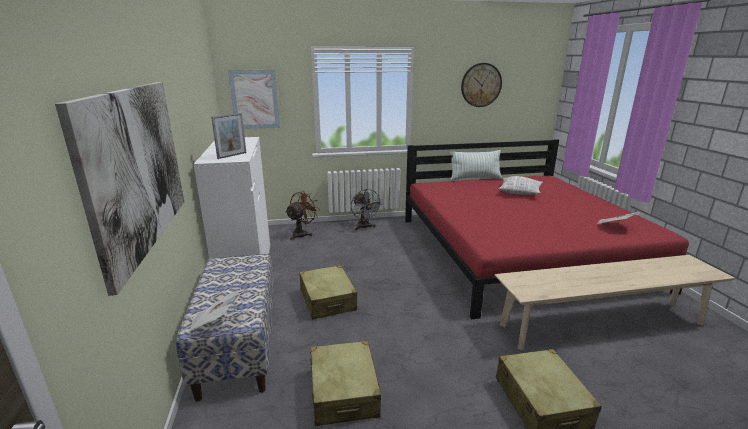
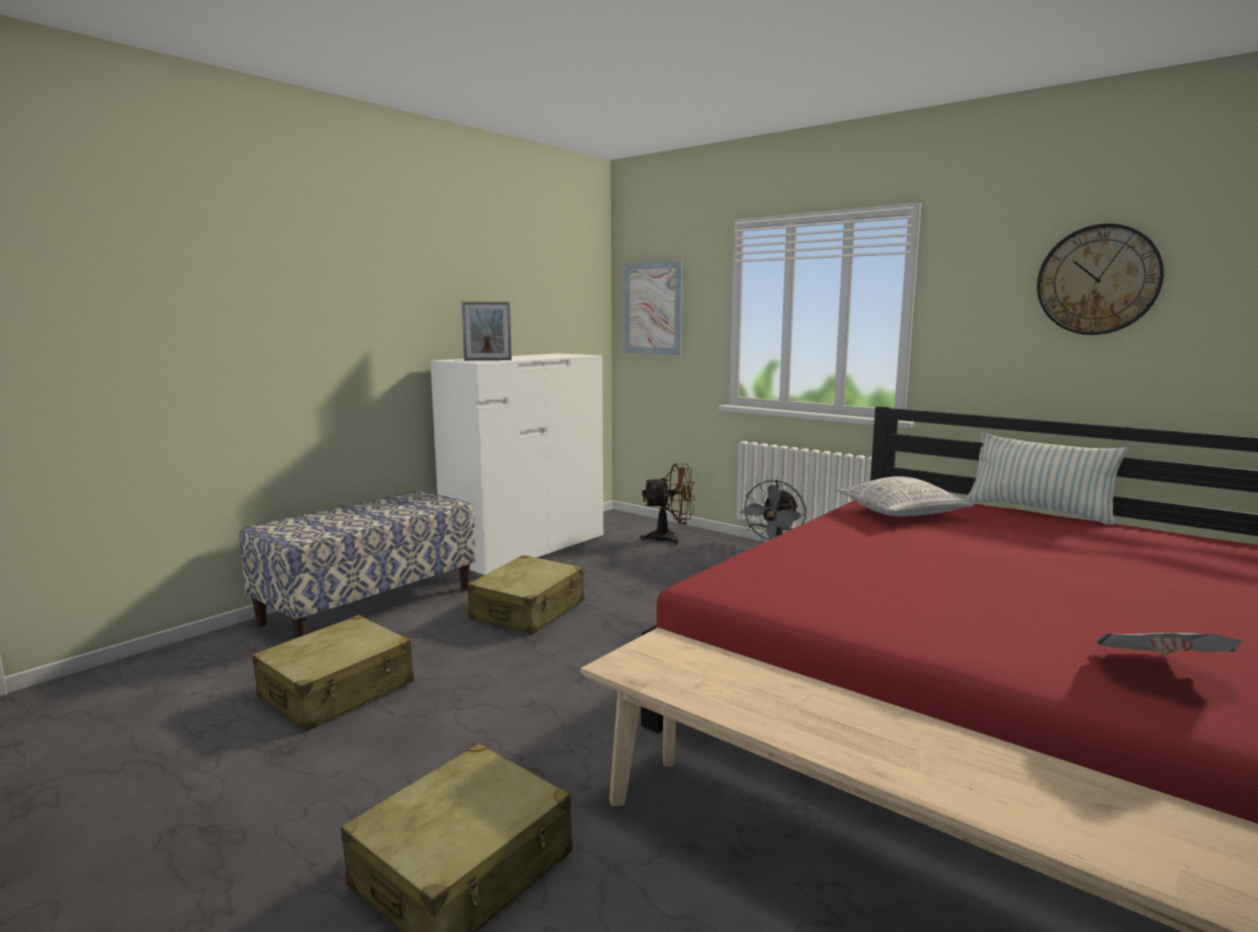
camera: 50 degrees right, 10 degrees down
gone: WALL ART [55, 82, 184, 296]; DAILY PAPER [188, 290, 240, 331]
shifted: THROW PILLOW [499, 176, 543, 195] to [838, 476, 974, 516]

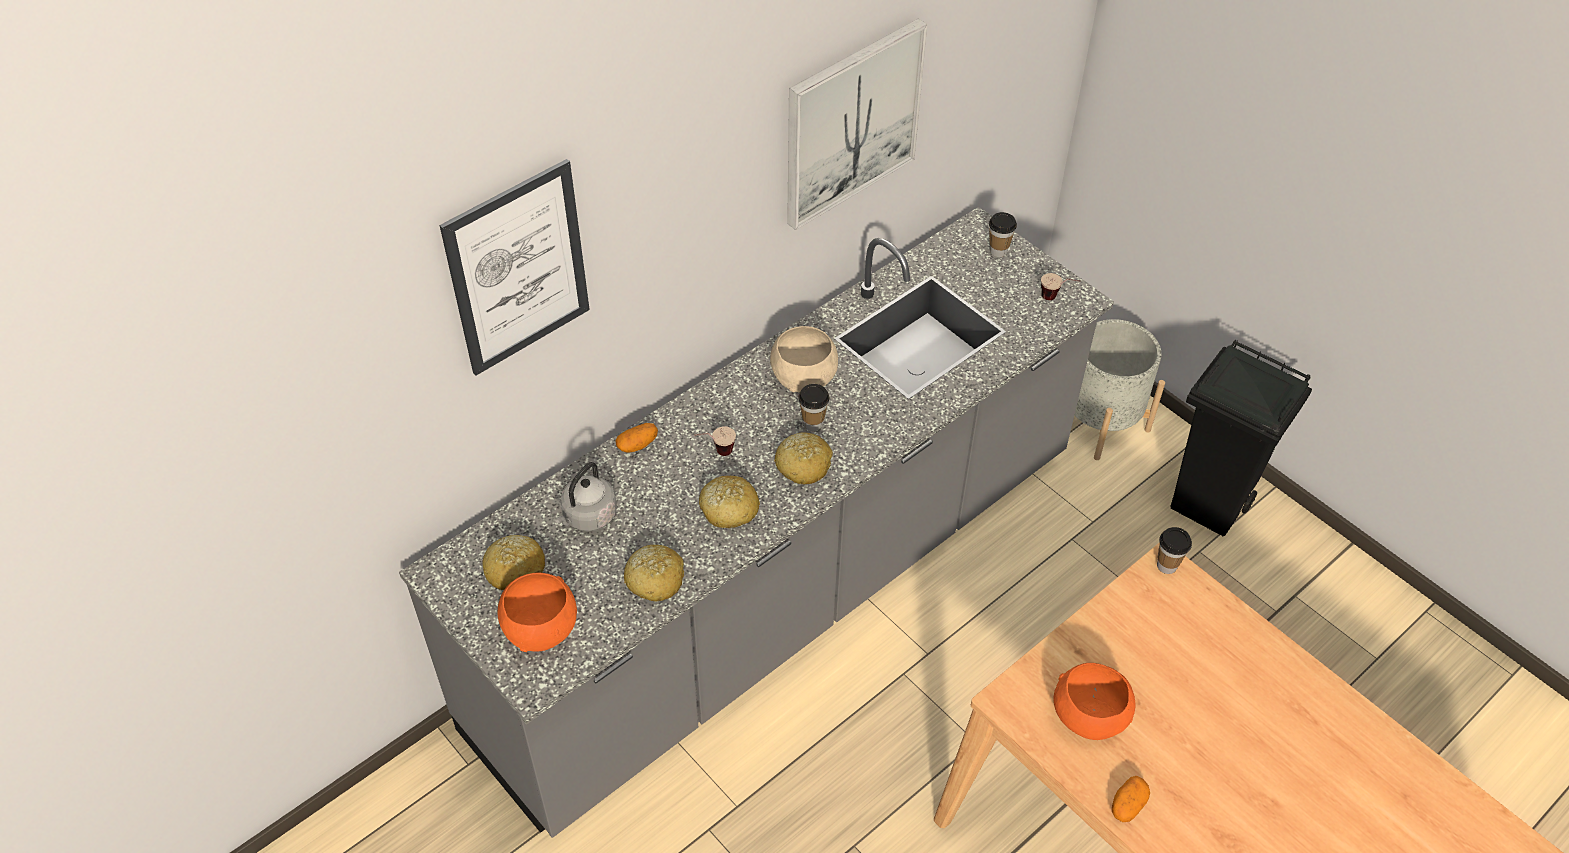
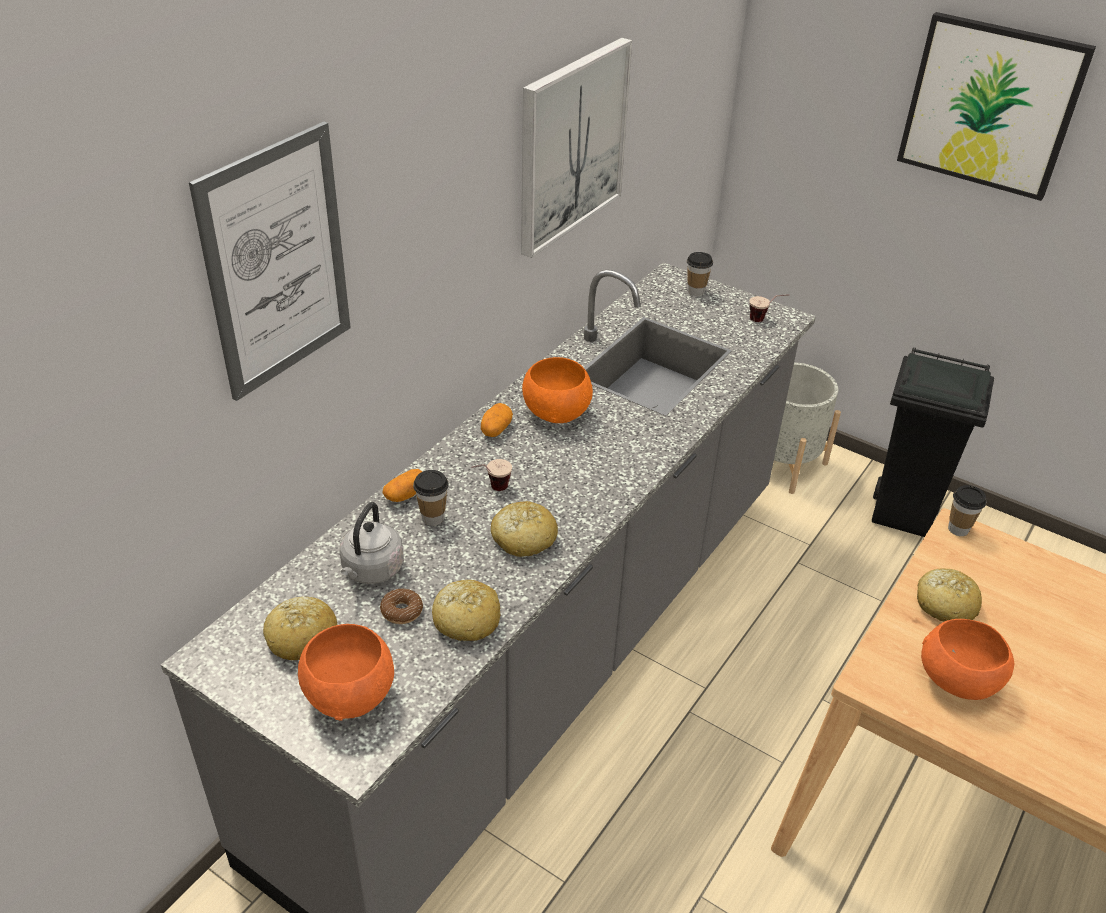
camera: 15 degrees left, 10 degrees down
new: RING DOUGHNUT [380, 589, 423, 624]; WALL ART [897, 12, 1096, 201]
shifted: BAKERY BREAD [774, 432, 833, 484] to [917, 568, 982, 621]; CUP [798, 384, 829, 431] to [413, 470, 449, 526]; POTATO [1112, 776, 1150, 822] to [481, 403, 513, 437]
repainted: SAND-COLOURED BOWL [770, 326, 838, 393] to ORANGEY BOWL [522, 357, 593, 423]

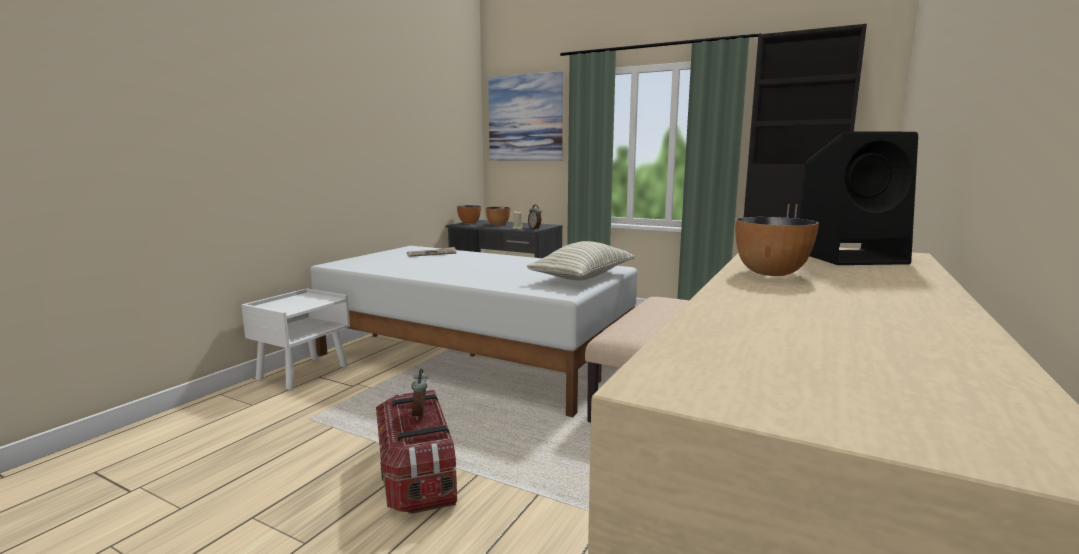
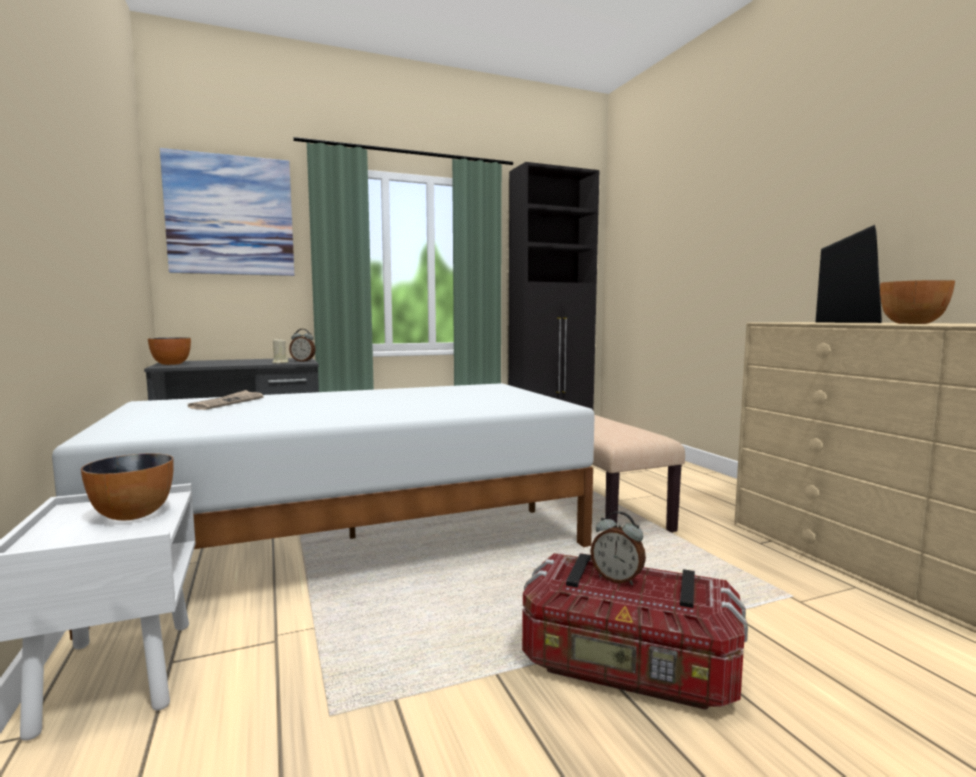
camera: 50 degrees left, 5 degrees down
gone: THROW PILLOW [527, 241, 635, 281]
shifted: BOWL [486, 207, 510, 226] to [81, 453, 174, 520]

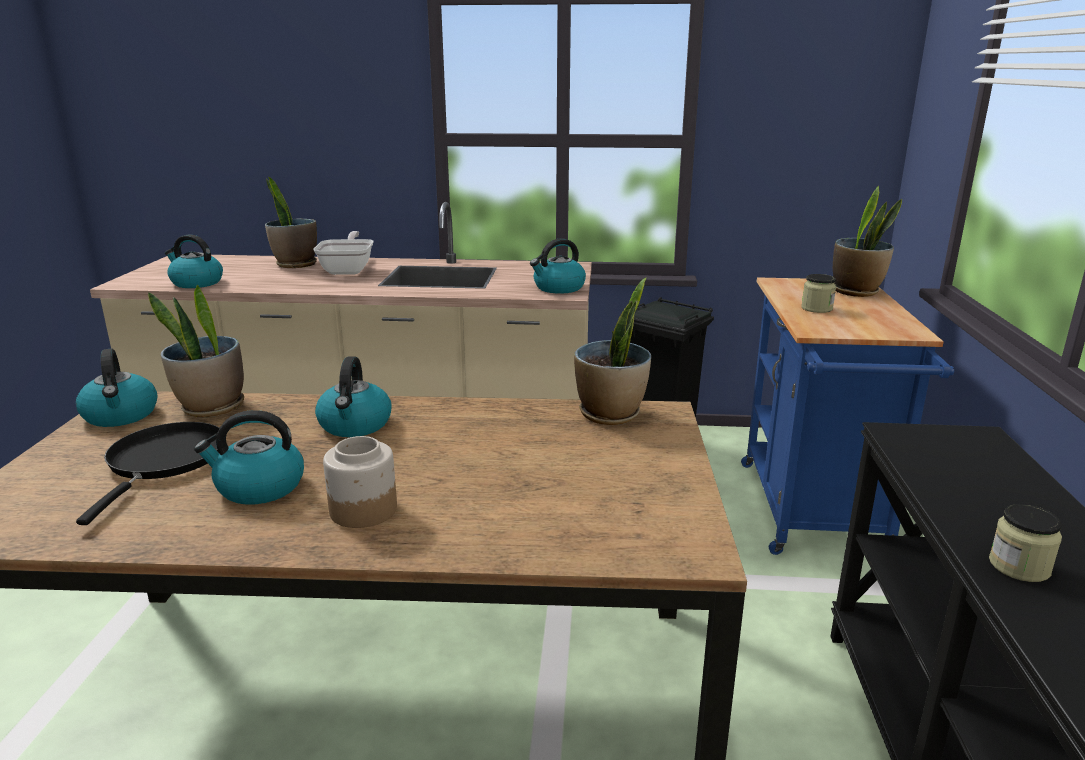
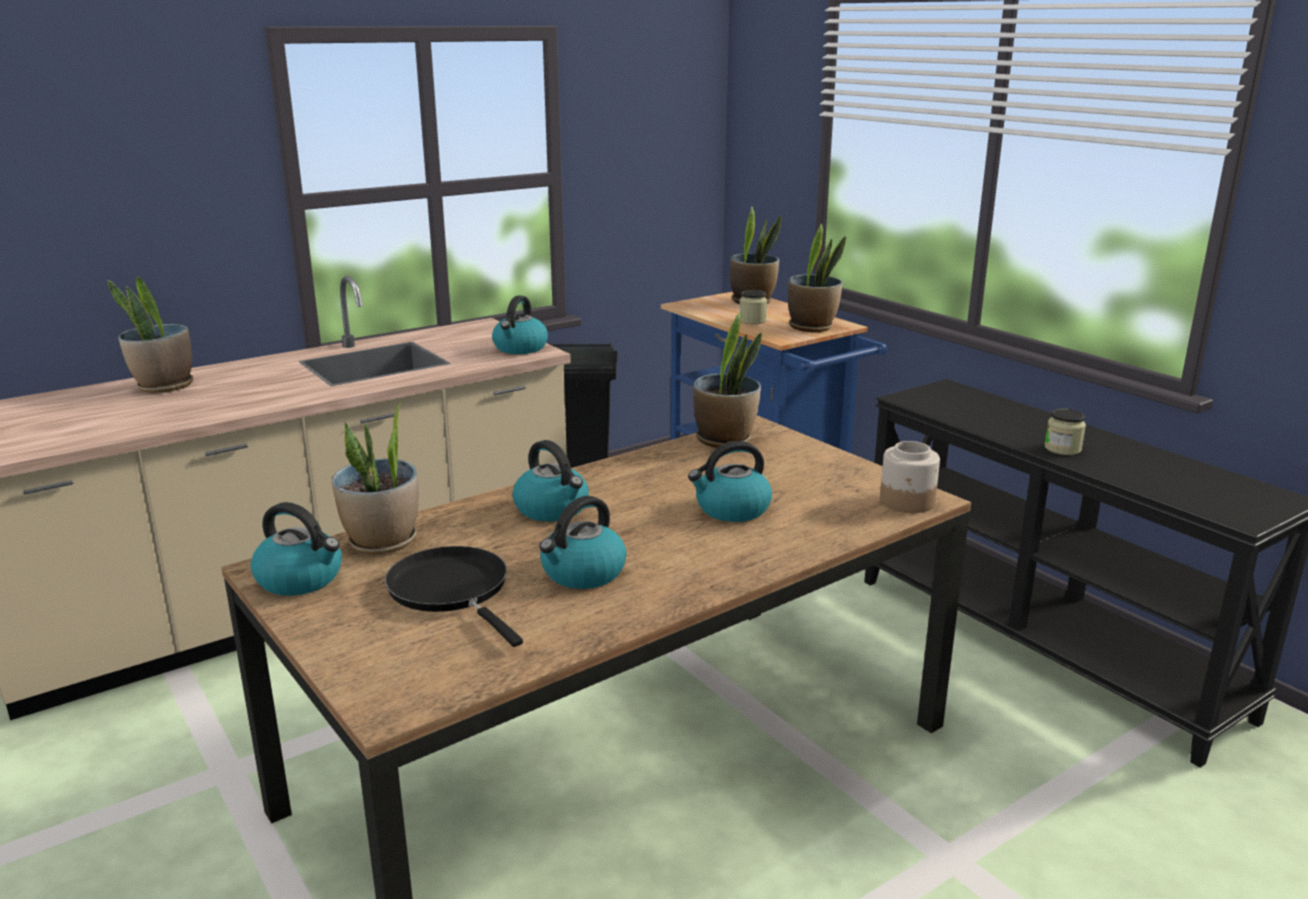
camera: 40 degrees left, 0 degrees up
gone: FRYING PAN [313, 231, 374, 275]
new: POTTED PLANT [788, 223, 846, 332]
shifted: WATER KETTLE [165, 235, 223, 288] to [688, 441, 772, 522]; JAR [323, 436, 397, 528] to [880, 441, 940, 513]

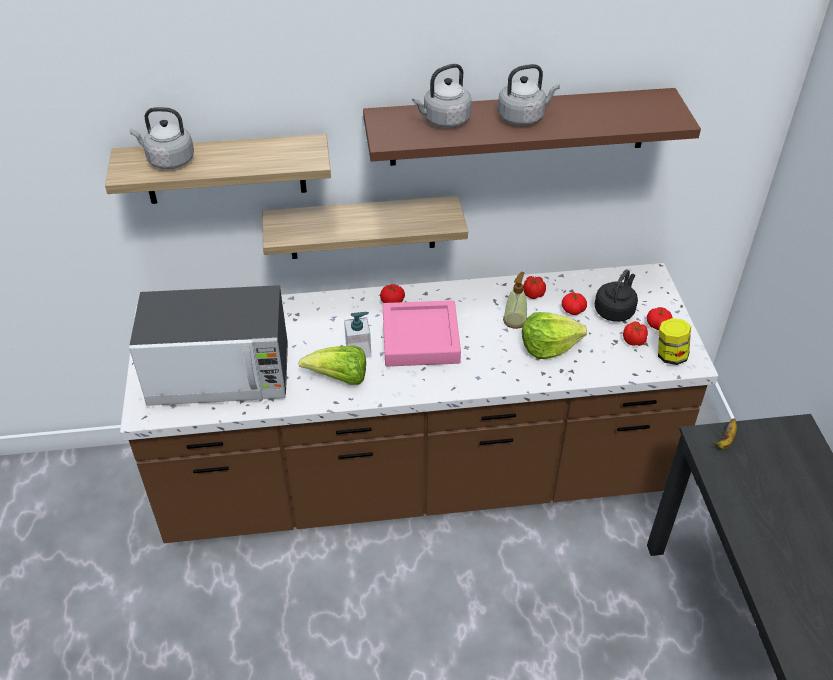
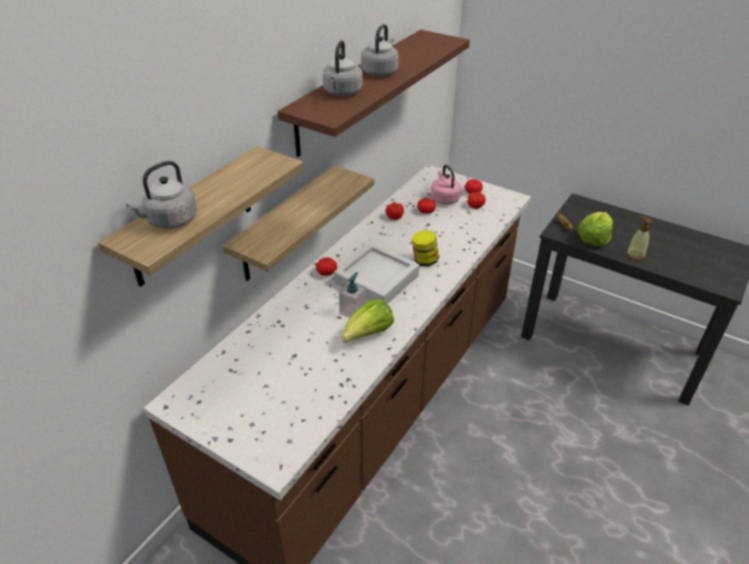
camera: 50 degrees left, 5 degrees down
gone: MICROWAVE [129, 285, 288, 406]
shifted: SOAP BOTTLE [503, 272, 527, 329] to [626, 216, 652, 260]; LETTUCE HEAD [522, 312, 587, 359] to [577, 212, 613, 247]; JAR [658, 318, 691, 365] to [412, 230, 439, 266]
repainted: PINKISH CARRYING TRAY [383, 300, 461, 367] to GREYISH CARRYING TRAY [334, 243, 419, 304]; BLACKISH WATER KETTLE [595, 269, 638, 322] to PINKISH WATER KETTLE [431, 164, 461, 205]

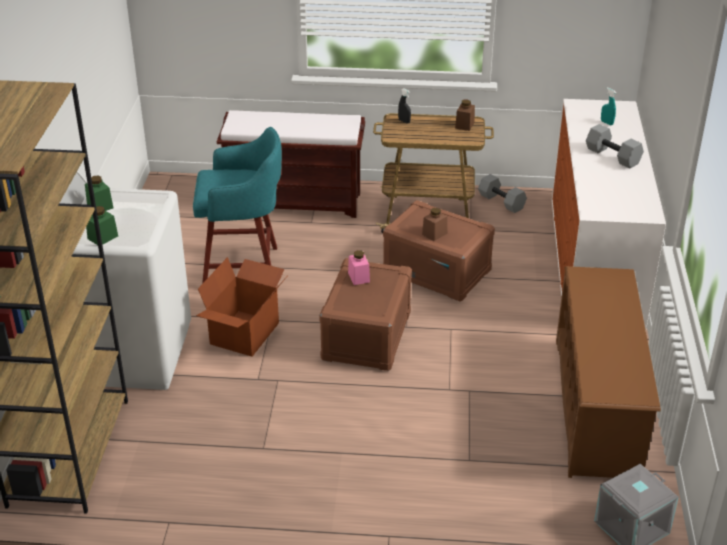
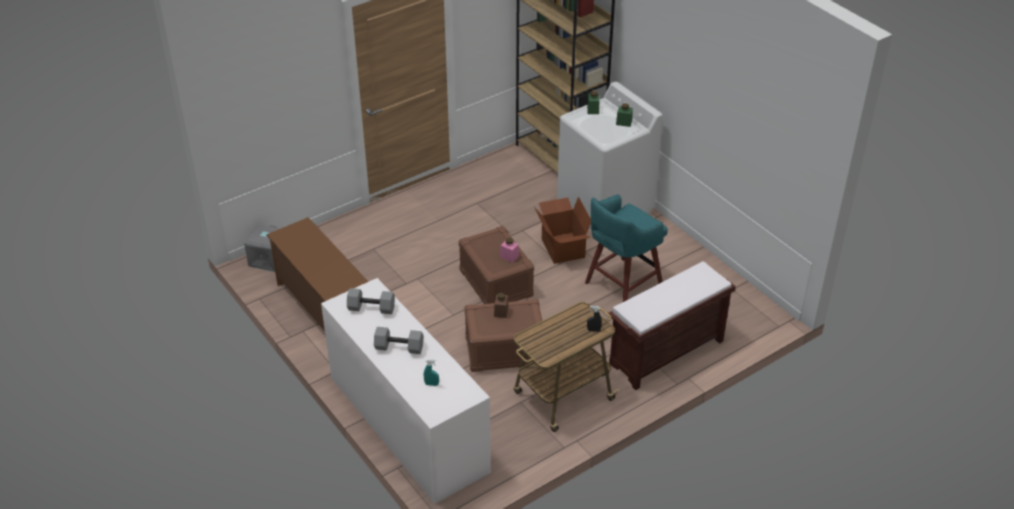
camera: 140 degrees right, 5 degrees up
gone: BROWN-COLOURED JAR [455, 99, 475, 131]
shifted: GREYISH HAND WEIGHT [478, 174, 527, 213] to [347, 288, 395, 314]

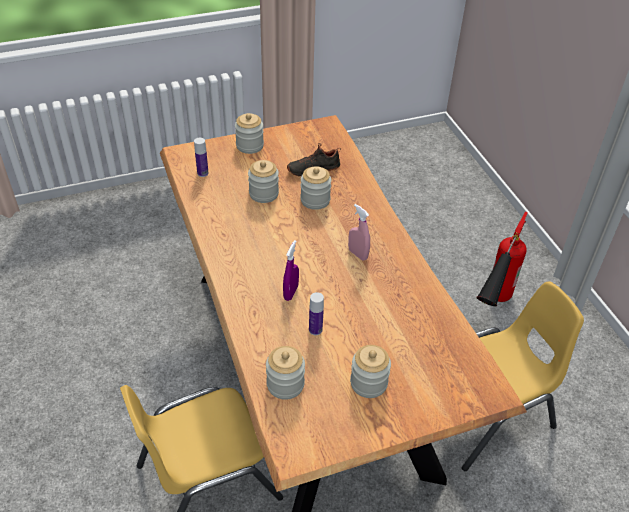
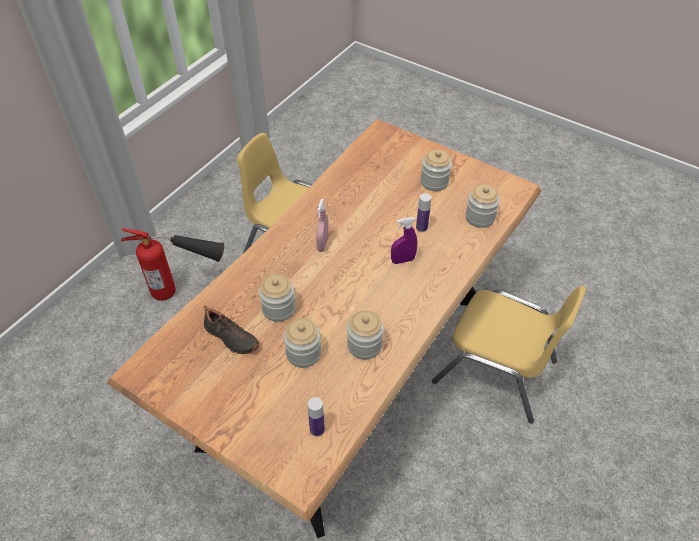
camera: 125 degrees left, 5 degrees up
shifted: JAR [235, 113, 264, 154] to [347, 310, 384, 360]

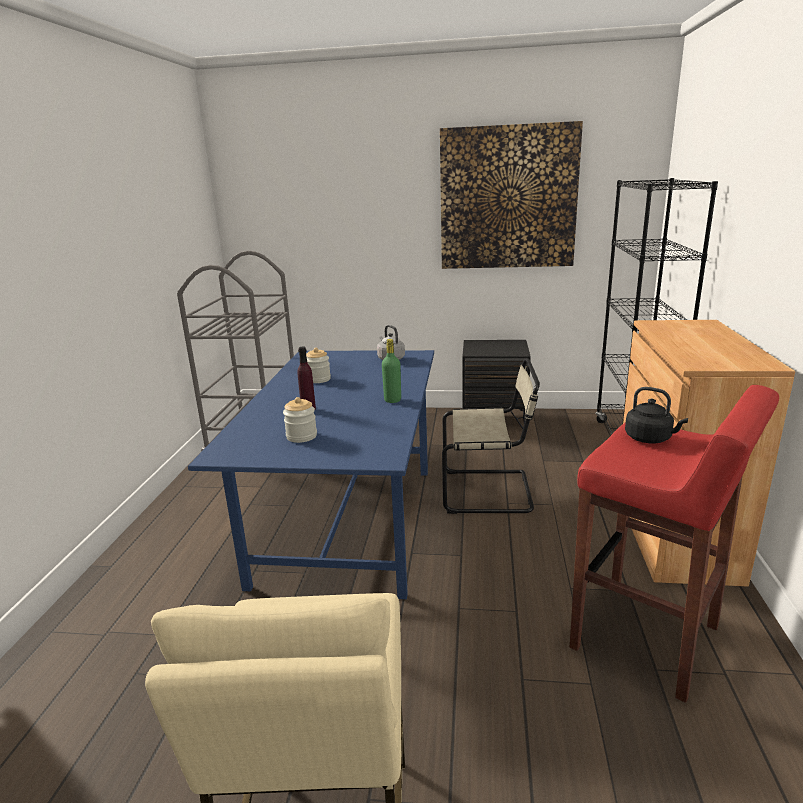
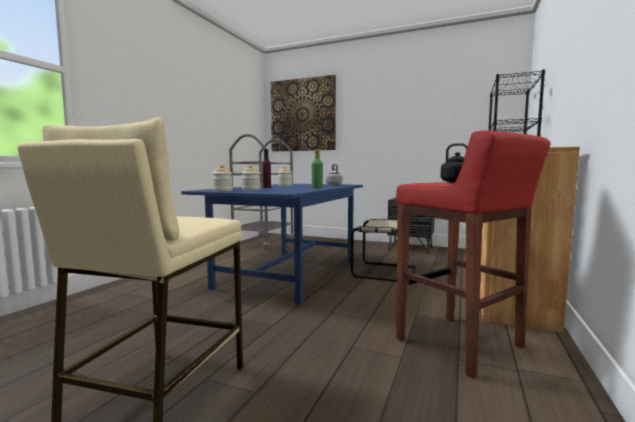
camera: 15 degrees right, 15 degrees down
new: JAR [212, 164, 233, 191]
shifted: WALL ART [440, 121, 583, 269] to [271, 75, 336, 151]

